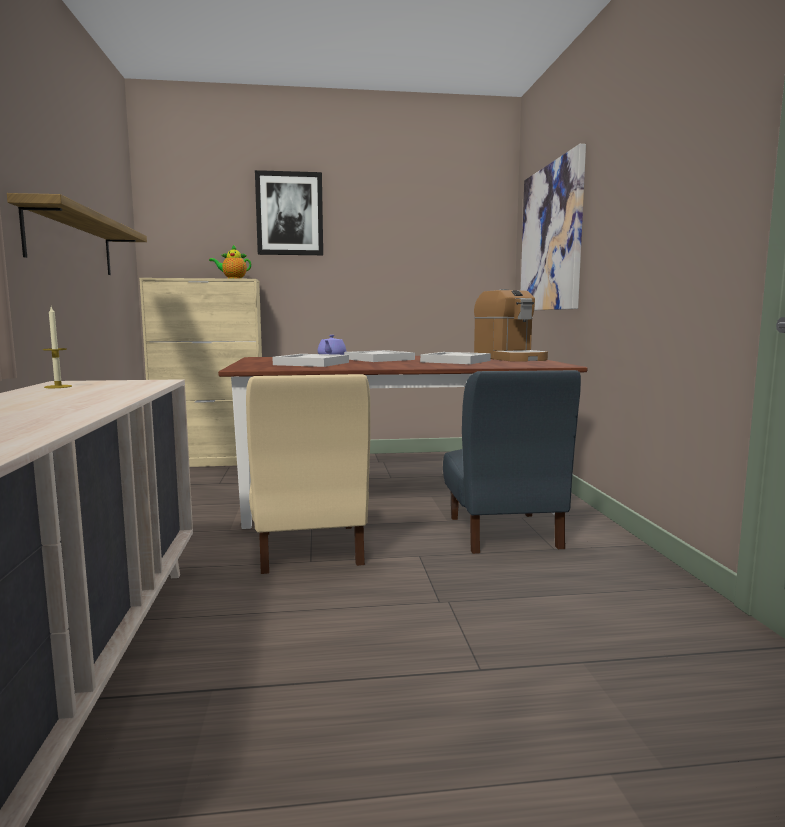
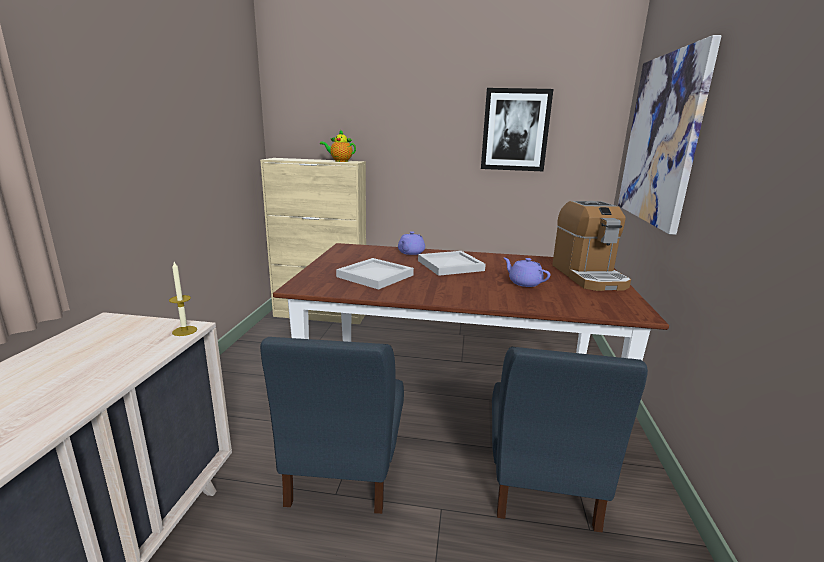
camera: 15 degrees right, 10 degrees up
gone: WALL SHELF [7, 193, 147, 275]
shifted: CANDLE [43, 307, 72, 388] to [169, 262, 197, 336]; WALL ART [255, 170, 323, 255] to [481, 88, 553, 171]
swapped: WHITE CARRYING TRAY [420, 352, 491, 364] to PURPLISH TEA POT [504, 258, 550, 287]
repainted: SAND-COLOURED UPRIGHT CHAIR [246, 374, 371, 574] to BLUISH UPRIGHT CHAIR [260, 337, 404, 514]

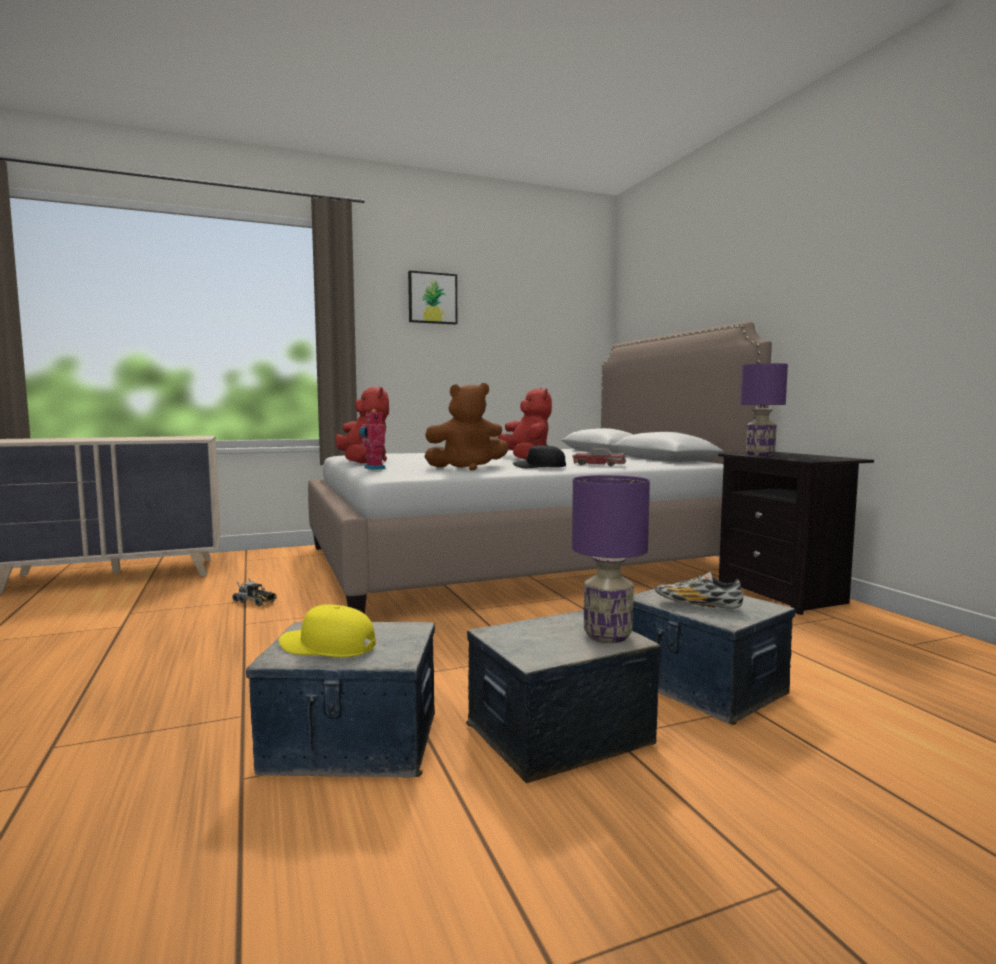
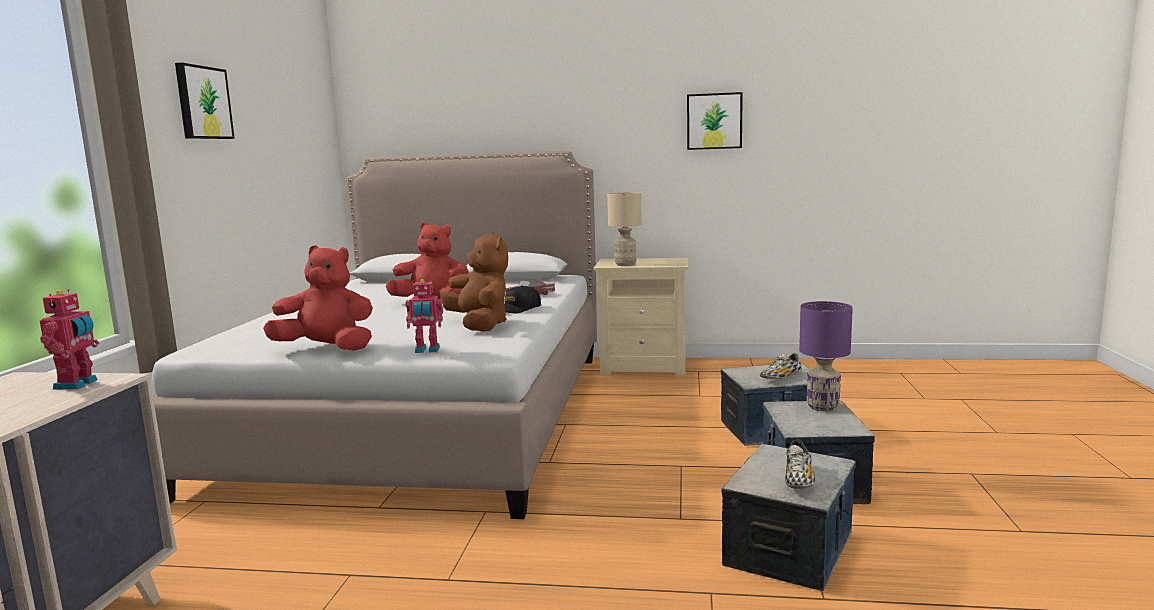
camera: 60 degrees left, 5 degrees up
gone: TOY TRUCK [232, 578, 276, 606]
new: MODEL ROBOT [39, 289, 99, 390]; WALL ART [687, 92, 743, 150]
swapped: YELLOW-COLOURED PEAKED CAP [279, 604, 376, 657] to SHOE [785, 439, 815, 489]
repainted: BLACKISH BEDSIDE TABLE [718, 452, 874, 615] to SAND-COLOURED BEDSIDE TABLE [593, 258, 688, 376]; PURPLISH LAMP FOR A TABLE [740, 363, 788, 456] to SAND-COLOURED LAMP FOR A TABLE [607, 192, 642, 266]
rotated: BROWN-COLOURED PLUSH TOY [425, 383, 509, 471] = [440, 232, 508, 332] 45 degrees counterclockwise

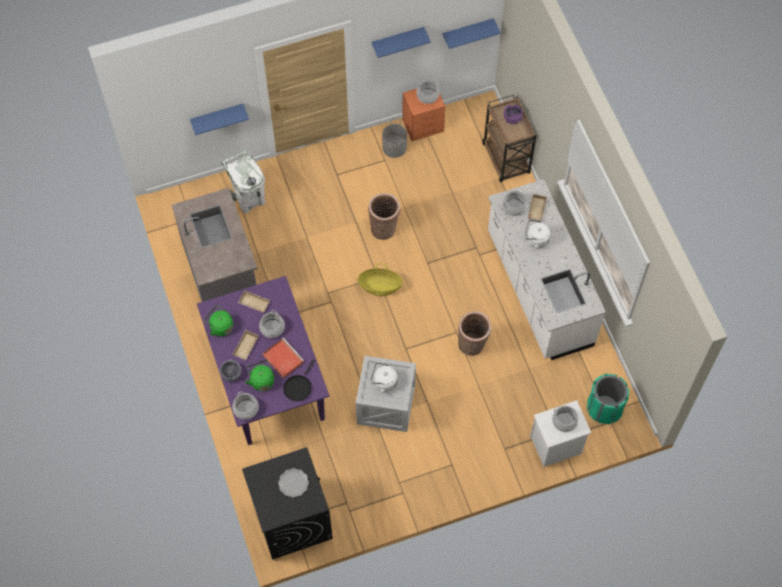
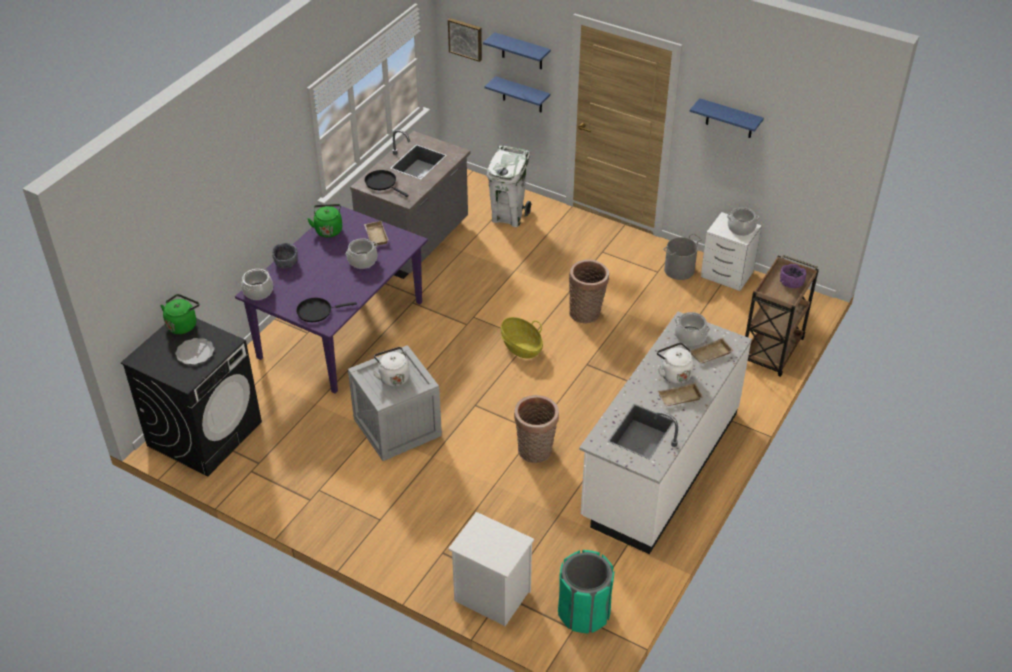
camera: 50 degrees right, 20 degrees down
gone: REDDISH CARRYING TRAY [262, 338, 304, 378]; SAUCEPOT [552, 406, 578, 432]
new: BLACKISH FRYING PAN [365, 170, 409, 197]; WALL ART [448, 18, 482, 62]
shifted: SAND-COLOURED CARRYING TRAY [233, 330, 259, 360] to [658, 383, 703, 406]; GREENISH WATER KETTLE [245, 360, 274, 391] to [160, 294, 199, 334]; BLUISH WALL SHELF [443, 18, 501, 49] to [483, 32, 551, 70]
repainted: ORANGEY BEDSIDE TABLE [402, 89, 445, 141] to WHITE BEDSIDE TABLE [701, 212, 762, 291]

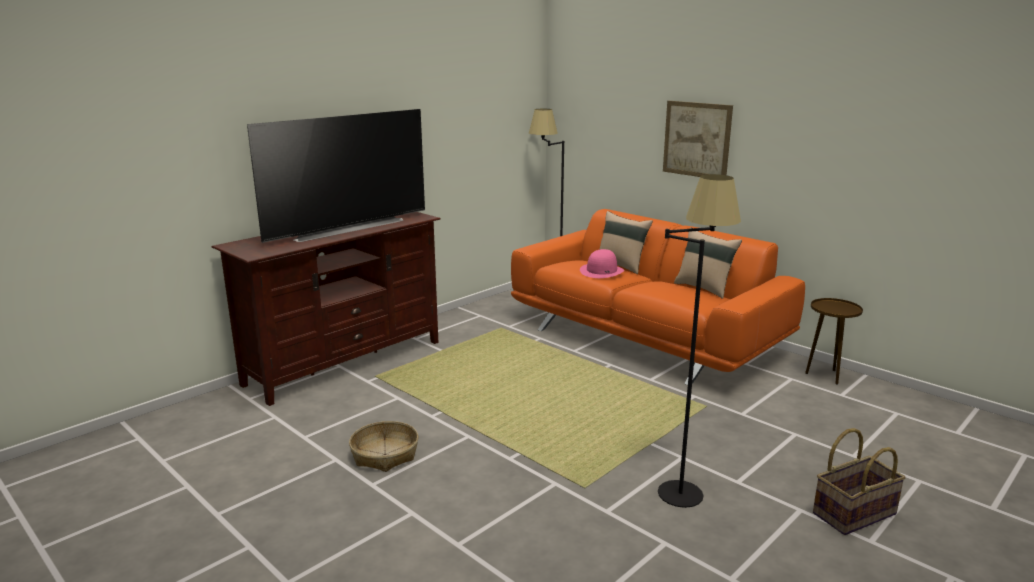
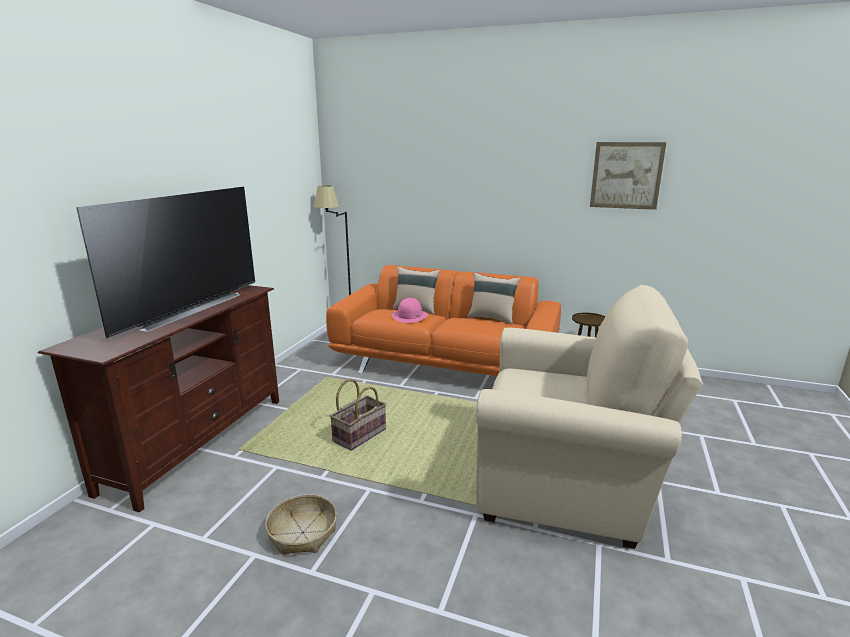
camera: 25 degrees left, 0 degrees up
shifted: WALL ART [663, 101, 733, 177] to [590, 142, 666, 210]; BASKET [813, 428, 905, 535] to [330, 379, 386, 451]
swapped: BLACKISH STANDARD LAMP [658, 174, 741, 508] to SAND-COLOURED EASY CHAIR [476, 285, 703, 549]

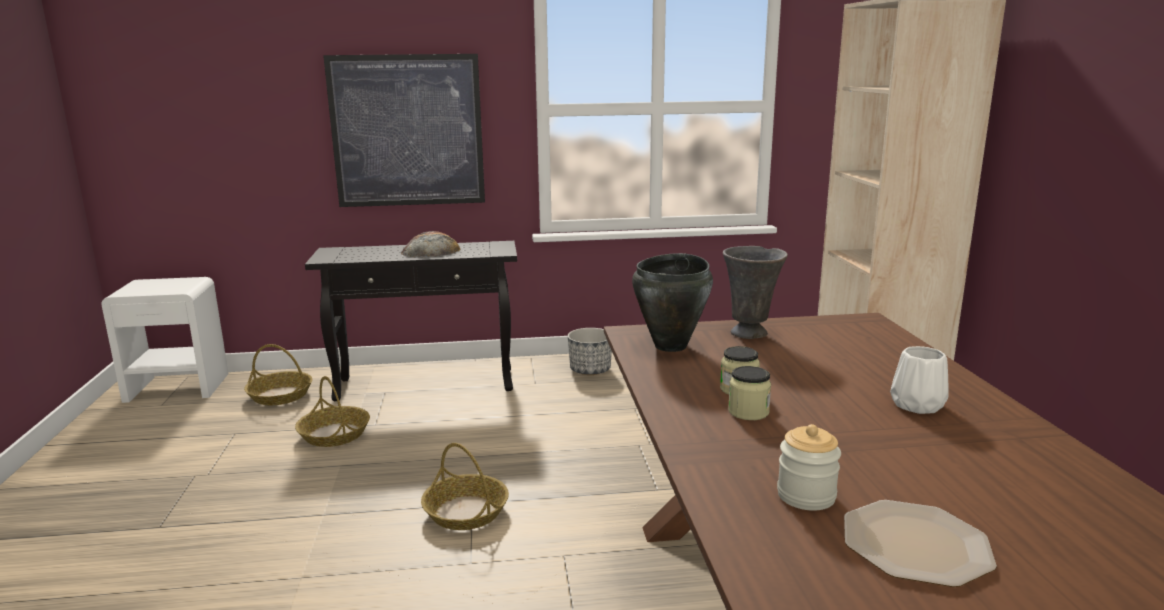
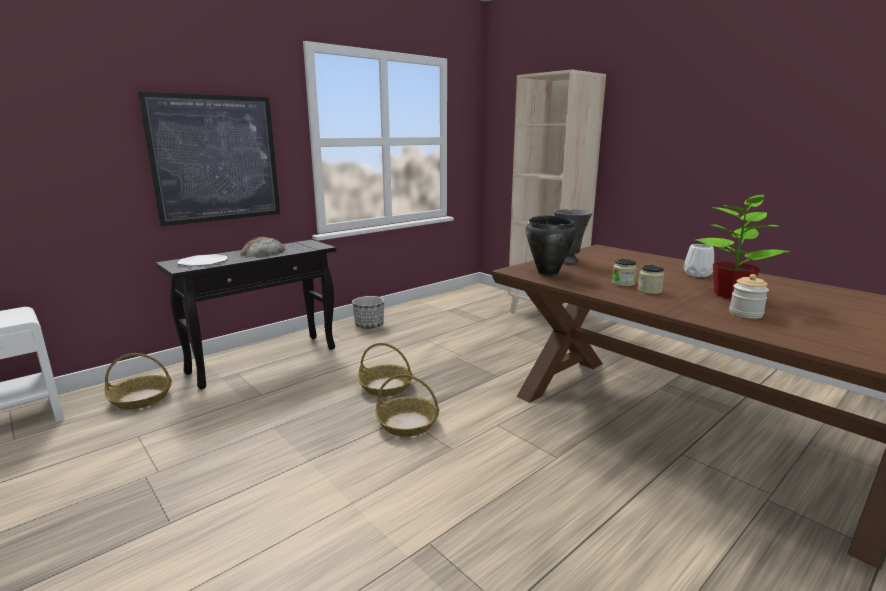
camera: 35 degrees left, 0 degrees up
new: POTTED PLANT [696, 191, 790, 299]
shifted: BASKET [295, 376, 370, 447] to [358, 343, 413, 397]; PLATE [844, 500, 997, 587] to [177, 254, 228, 266]

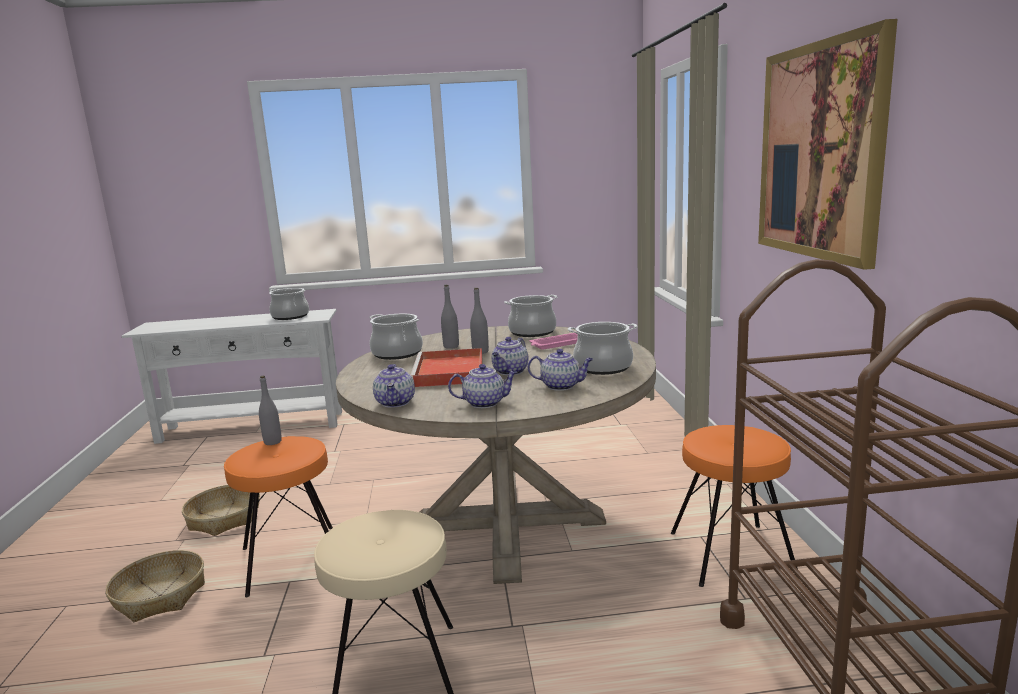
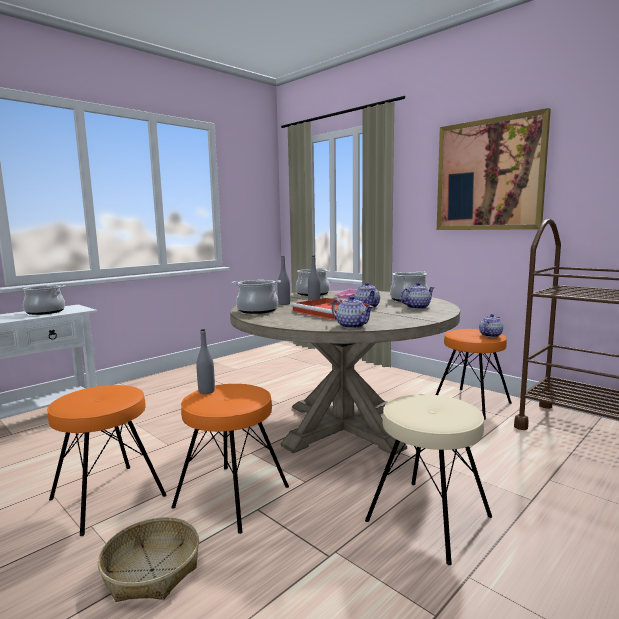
camera: 40 degrees left, 5 degrees down
shifted: TEA POT [448, 364, 517, 408] to [479, 314, 503, 337]
swapped: BASKET [182, 485, 260, 536] to ORANGEY STOOL SEAT [47, 385, 167, 536]

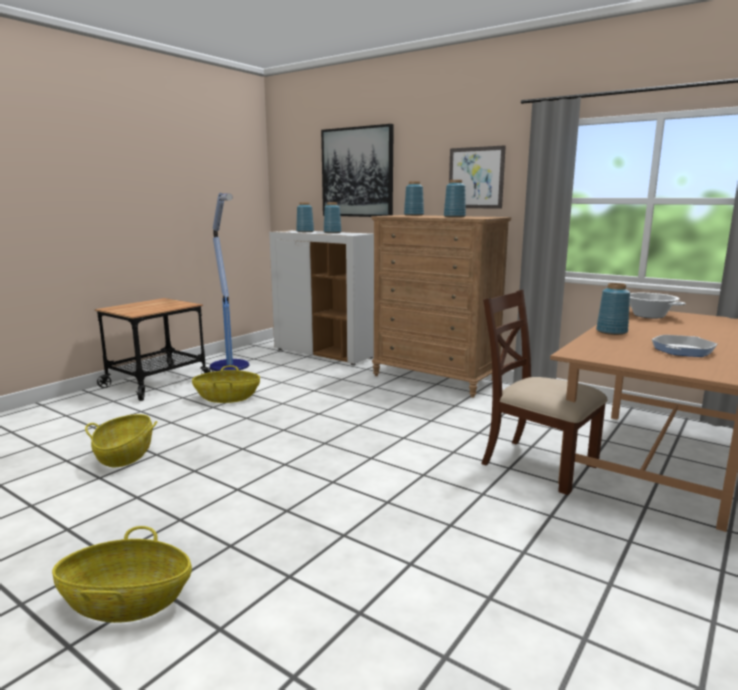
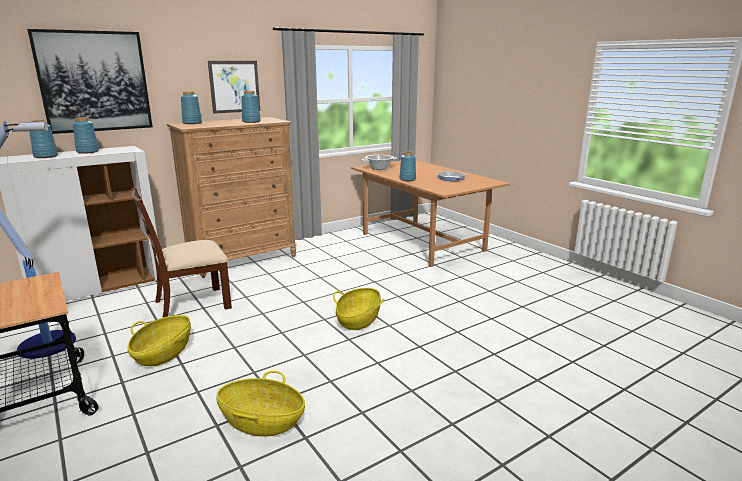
camera: 70 degrees left, 5 degrees up
shifted: BASKET [52, 526, 192, 623] to [333, 288, 385, 330]; BROWN-COLOURED UPRIGHT CHAIR [481, 289, 608, 495] to [131, 187, 232, 318]

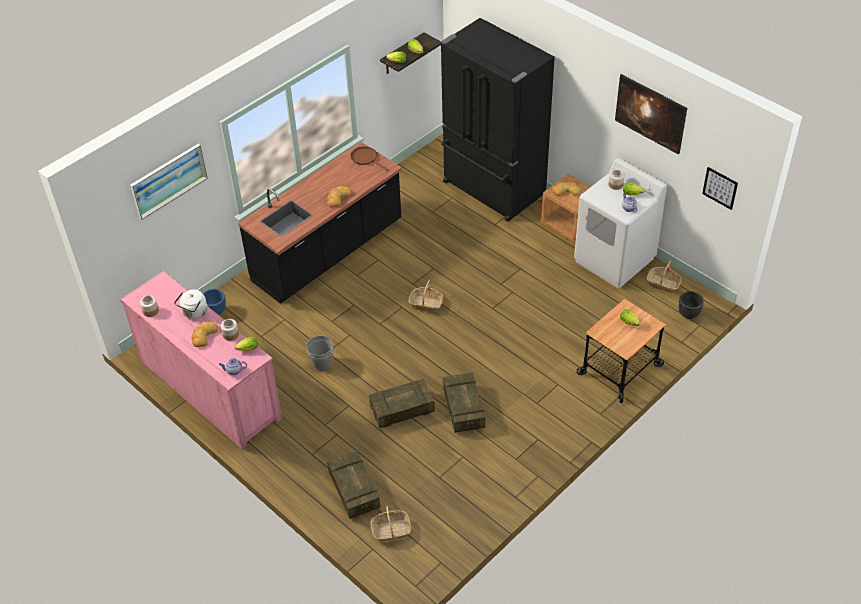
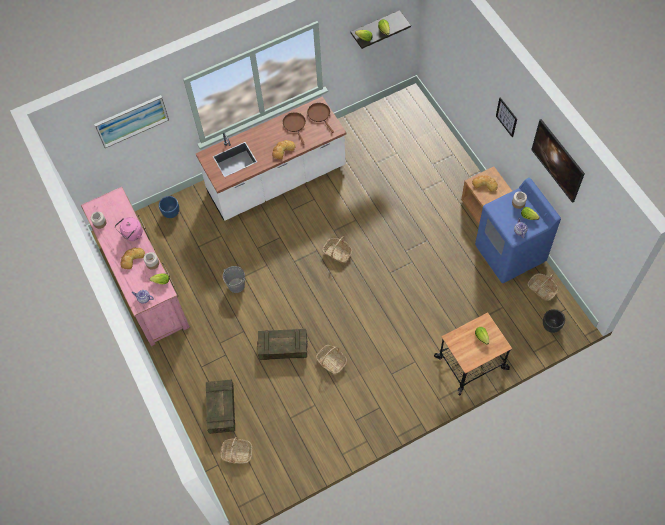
camera: 20 degrees right, 15 degrees up
gone: BLACKISH FRIDGE [441, 18, 555, 222]
new: BROWN-COLOURED FRYING PAN [283, 112, 306, 145]
shifted: WALL ART [702, 167, 738, 210] to [496, 97, 517, 137]
swapped: PACKING CRATE [443, 372, 485, 433] to BASKET [316, 345, 347, 374]
repainted: WHITE WATER KETTLE [174, 289, 208, 319] to PINKISH WATER KETTLE [115, 217, 143, 241]; BLACKISH KITCHEN COUNTER [238, 142, 402, 304] to WHITE KITCHEN COUNTER [196, 96, 346, 221]; WHITE LAUNDRY APPLIANCE [574, 158, 667, 288] to BLUISH LAUNDRY APPLIANCE [475, 178, 561, 283]

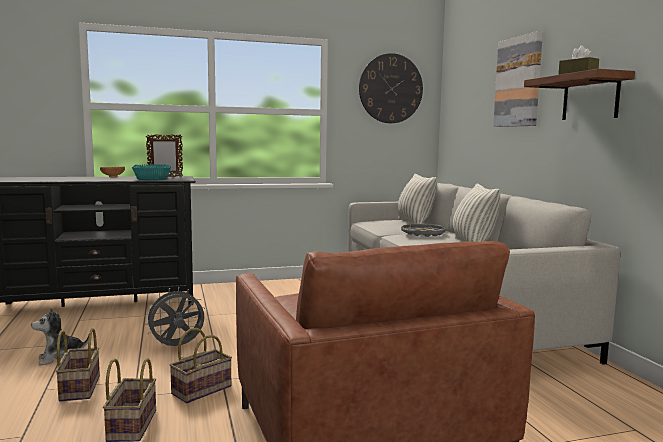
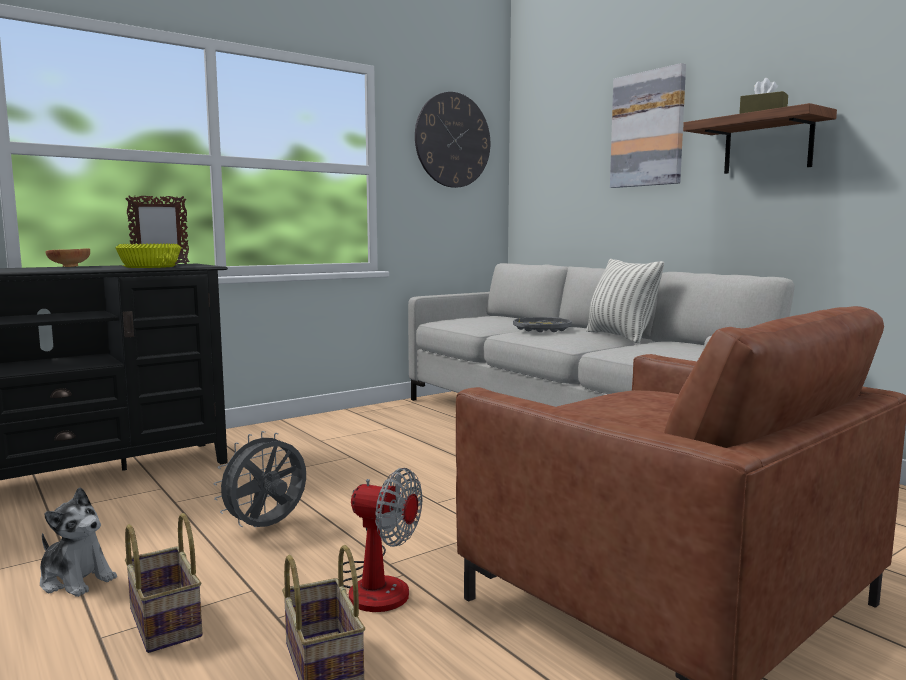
camera: 20 degrees left, 0 degrees up
gone: THROW PILLOW [398, 174, 437, 224]
swapped: BASKET [169, 328, 232, 403] to ELECTRIC FAN [343, 468, 422, 612]
repainted: BLUE-GREEN BOWL [132, 164, 171, 180] to YELLOW-COLOURED BOWL [115, 244, 182, 268]
rotated: PLUSH TOY [31, 308, 89, 366] = [40, 487, 117, 597] 105 degrees counterclockwise

